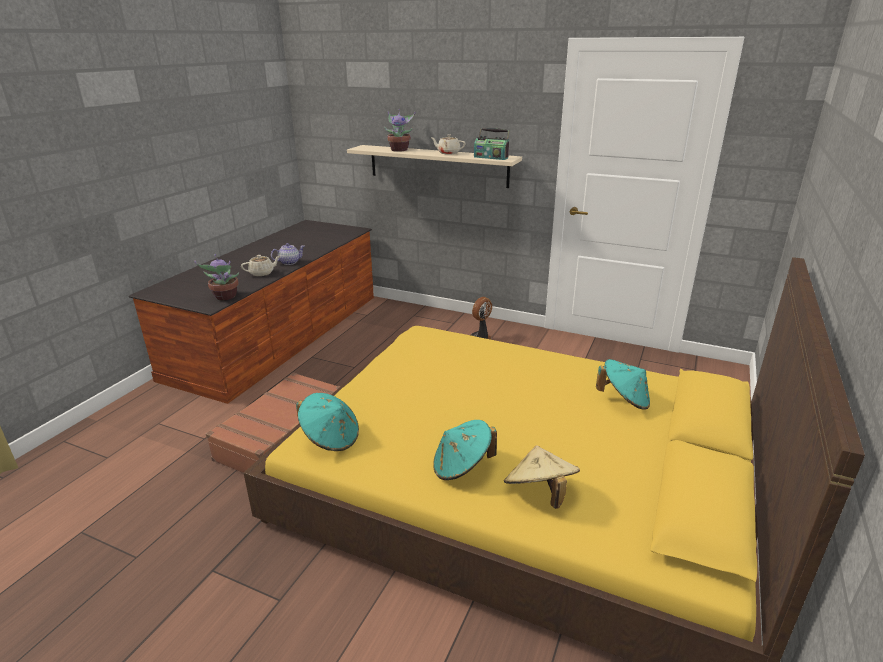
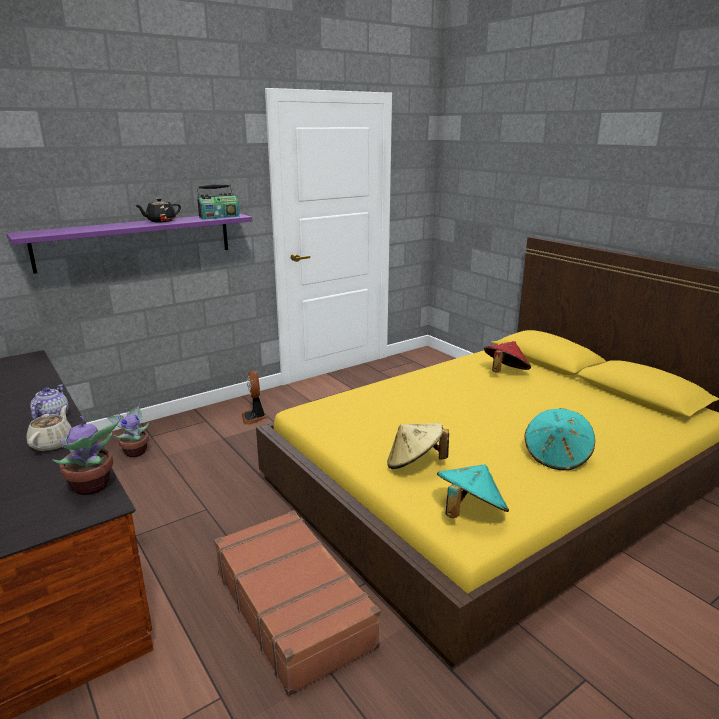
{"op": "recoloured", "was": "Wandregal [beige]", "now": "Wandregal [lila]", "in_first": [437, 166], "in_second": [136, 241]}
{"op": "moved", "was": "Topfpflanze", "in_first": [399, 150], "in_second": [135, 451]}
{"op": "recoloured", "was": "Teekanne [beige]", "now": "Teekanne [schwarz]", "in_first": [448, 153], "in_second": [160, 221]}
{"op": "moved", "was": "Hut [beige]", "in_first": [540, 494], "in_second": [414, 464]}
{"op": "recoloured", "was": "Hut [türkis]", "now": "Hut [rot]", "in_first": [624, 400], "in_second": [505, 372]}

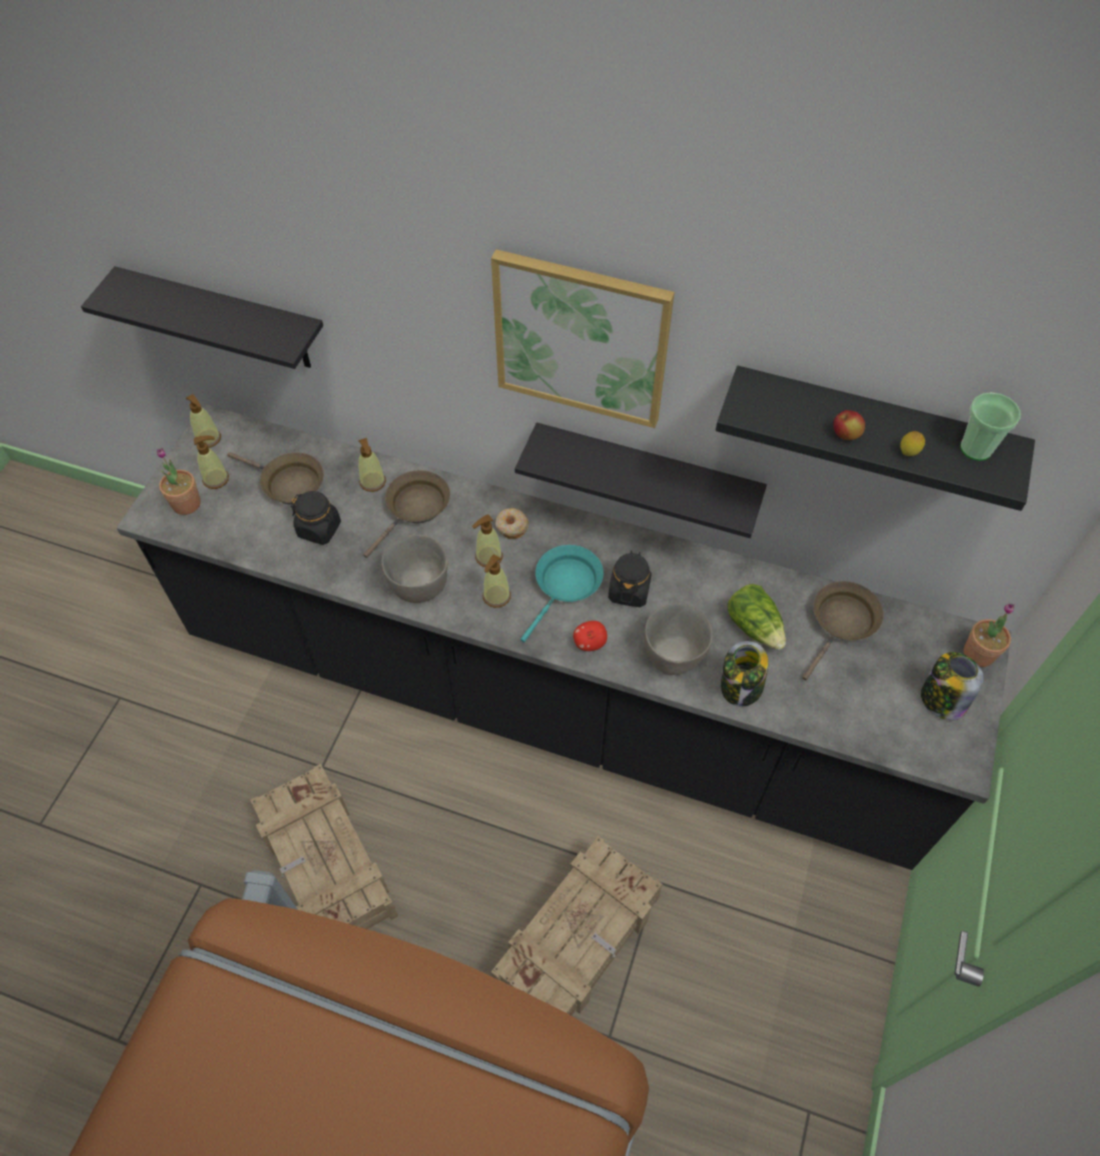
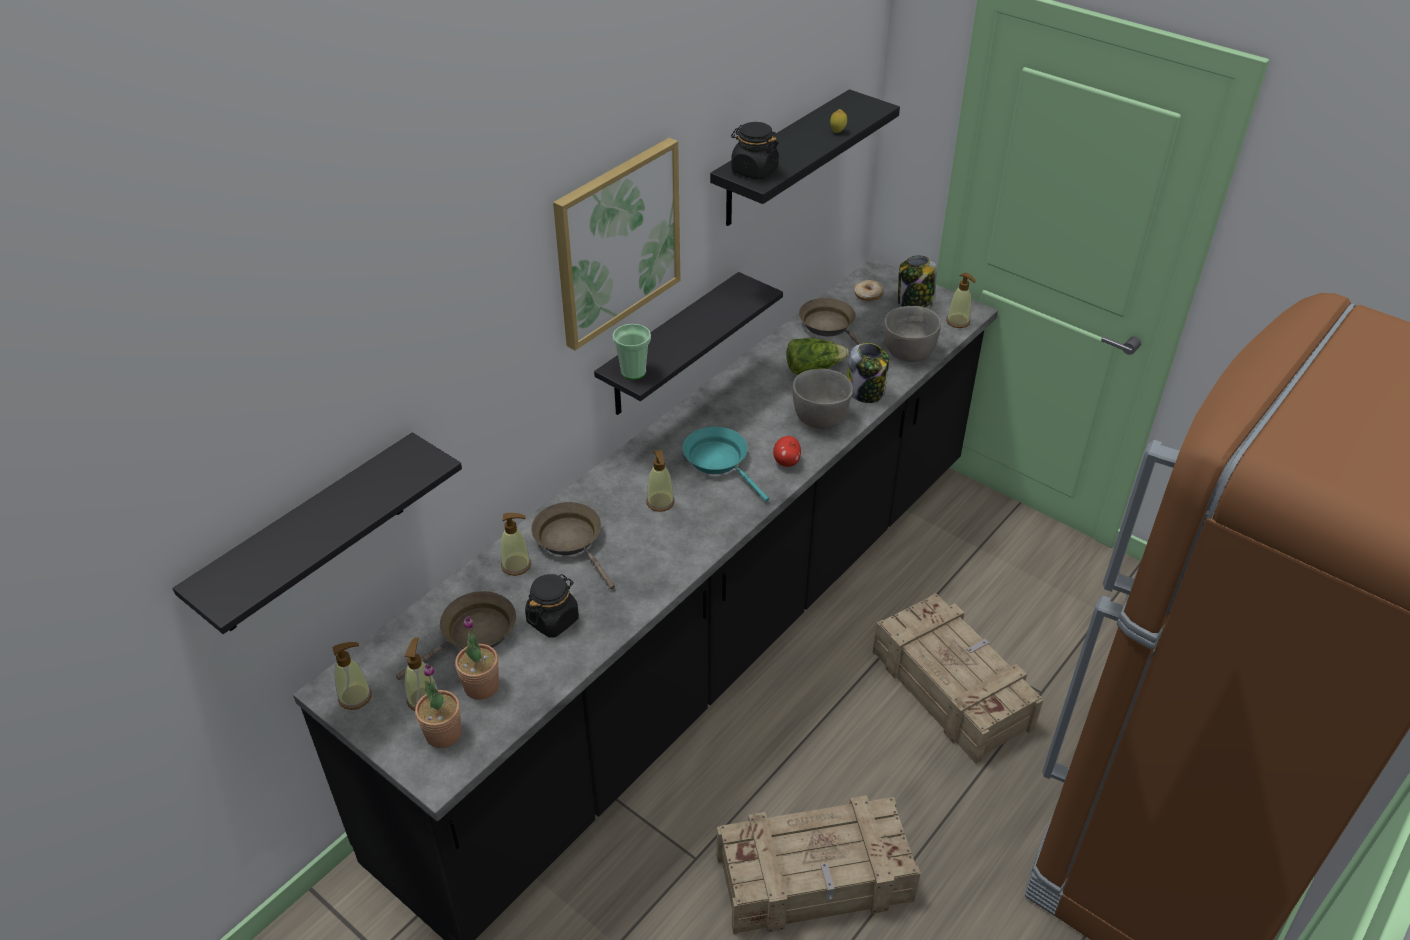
{"op": "moved", "was": "Topfpflanze", "in_first": [978, 653], "in_second": [481, 686]}
{"op": "moved", "was": "Tasse", "in_first": [976, 448], "in_second": [633, 372]}
{"op": "moved", "was": "Vorratsglas [schwarz]", "in_first": [629, 590], "in_second": [754, 170]}
{"op": "moved", "was": "Donut", "in_first": [511, 527], "in_second": [868, 295]}
{"op": "moved", "was": "Schüssel [grau]", "in_first": [418, 584], "in_second": [907, 353]}
{"op": "moved", "was": "Seifenspender", "in_first": [496, 596], "in_second": [958, 321]}
{"op": "removed", "was": "Apfel", "in_first": [845, 435]}

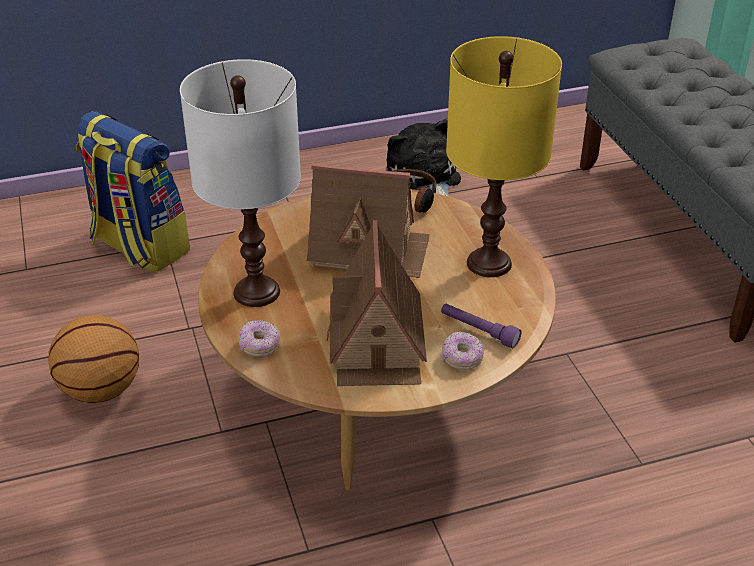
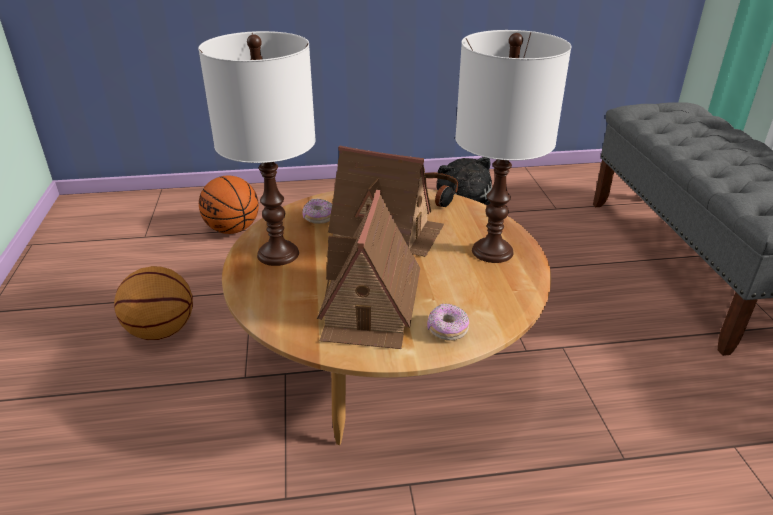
{"op": "replaced", "was": "Rucksack", "now": "Basketball", "in_first": [138, 247], "in_second": [232, 229]}
{"op": "moved", "was": "Donut", "in_first": [259, 346], "in_second": [318, 218]}
{"op": "recoloured", "was": "Tischlampe [gelb]", "now": "Tischlampe [weiß]", "in_first": [488, 263], "in_second": [491, 251]}
{"op": "removed", "was": "Taschenlampe [lila]", "in_first": [478, 331]}

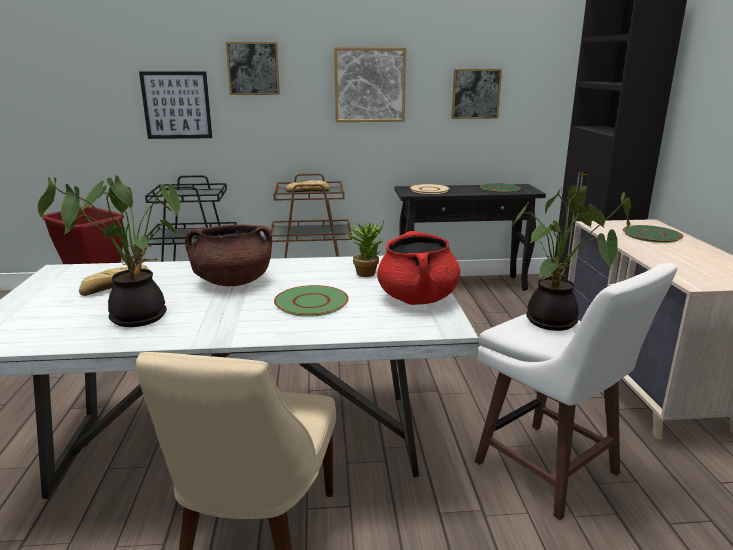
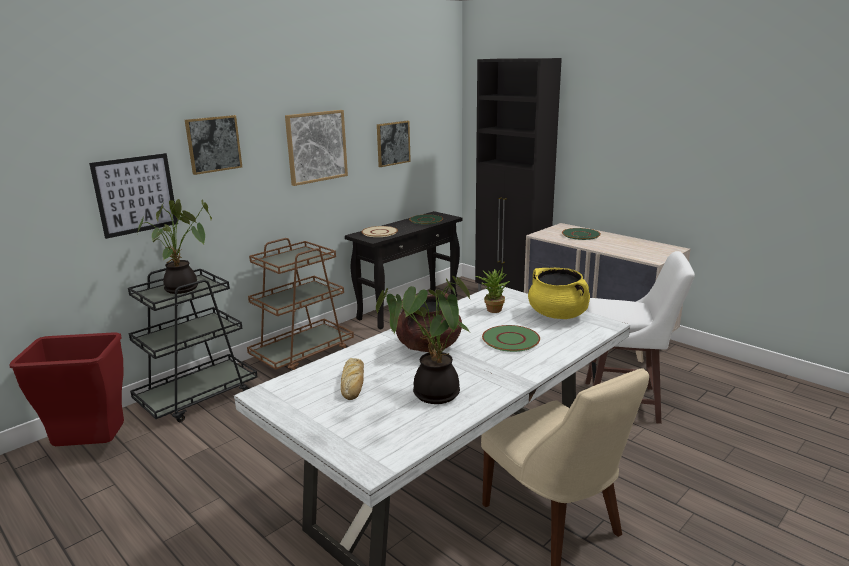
{"op": "moved", "was": "Topfpflanze", "in_first": [555, 323], "in_second": [184, 289]}
{"op": "recoloured", "was": "Kochtopf [rot]", "now": "Kochtopf [gelb]", "in_first": [417, 299], "in_second": [558, 315]}
{"op": "removed", "was": "Brot", "in_first": [308, 191]}

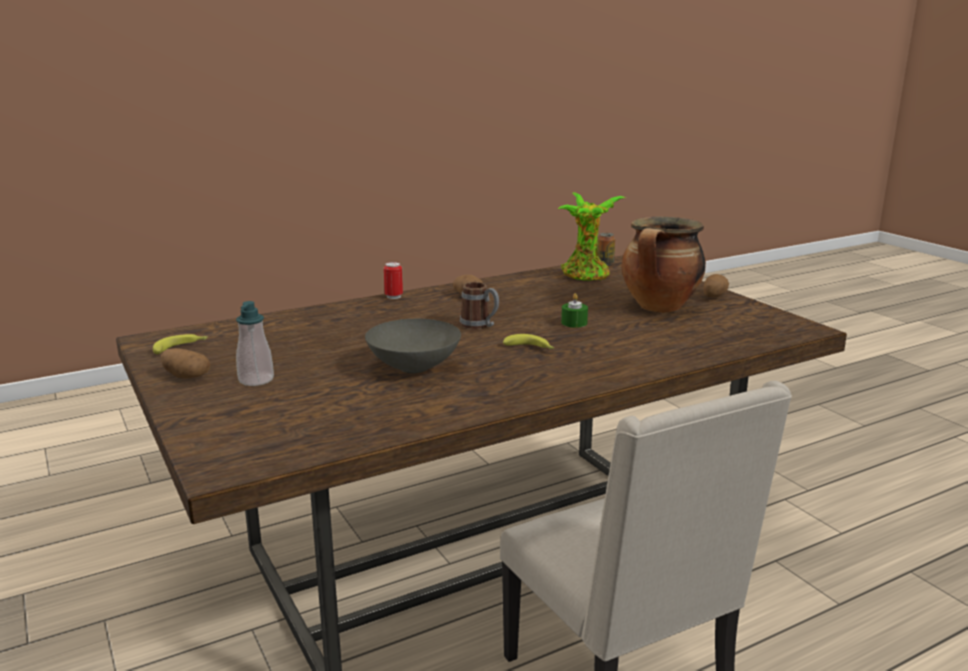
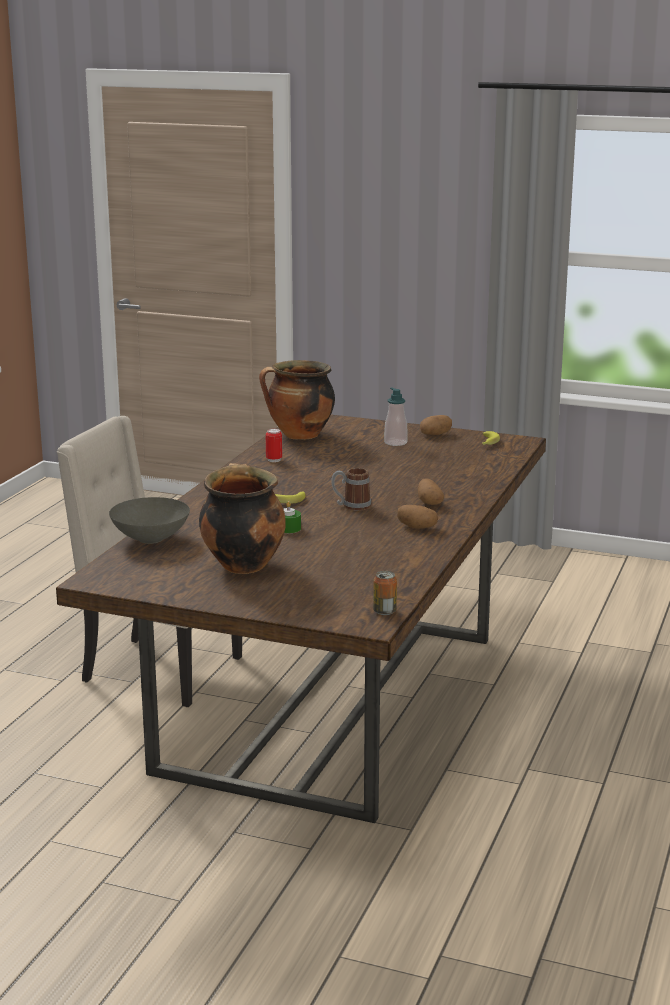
{"op": "moved", "was": "Schüssel [grau]", "in_first": [414, 367], "in_second": [151, 539]}
{"op": "added", "now": "Kochtopf", "in_second": [299, 436]}
{"op": "moved", "was": "Dose", "in_first": [394, 296], "in_second": [274, 460]}
{"op": "moved", "was": "Kartoffel", "in_first": [713, 296], "in_second": [429, 502]}
{"op": "removed", "was": "Topfpflanze", "in_first": [586, 276]}

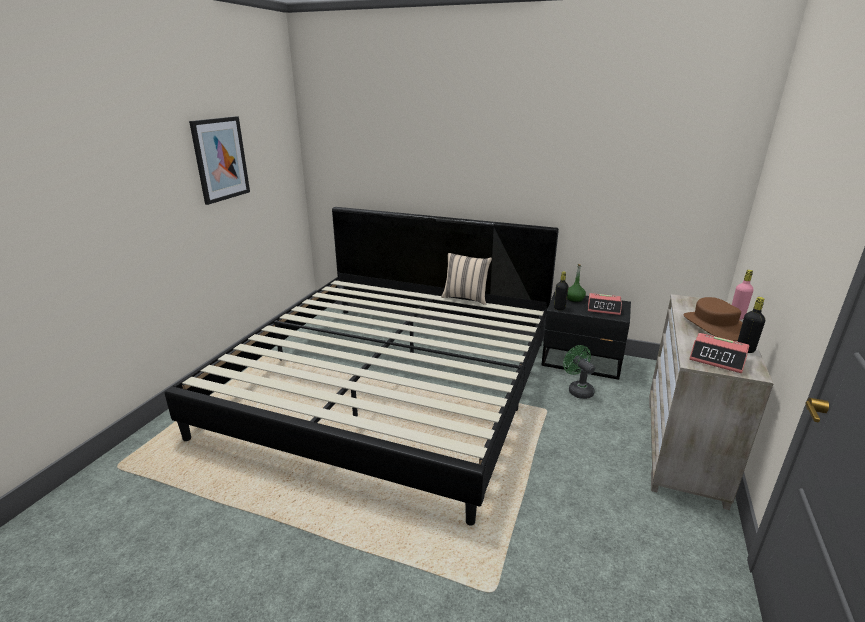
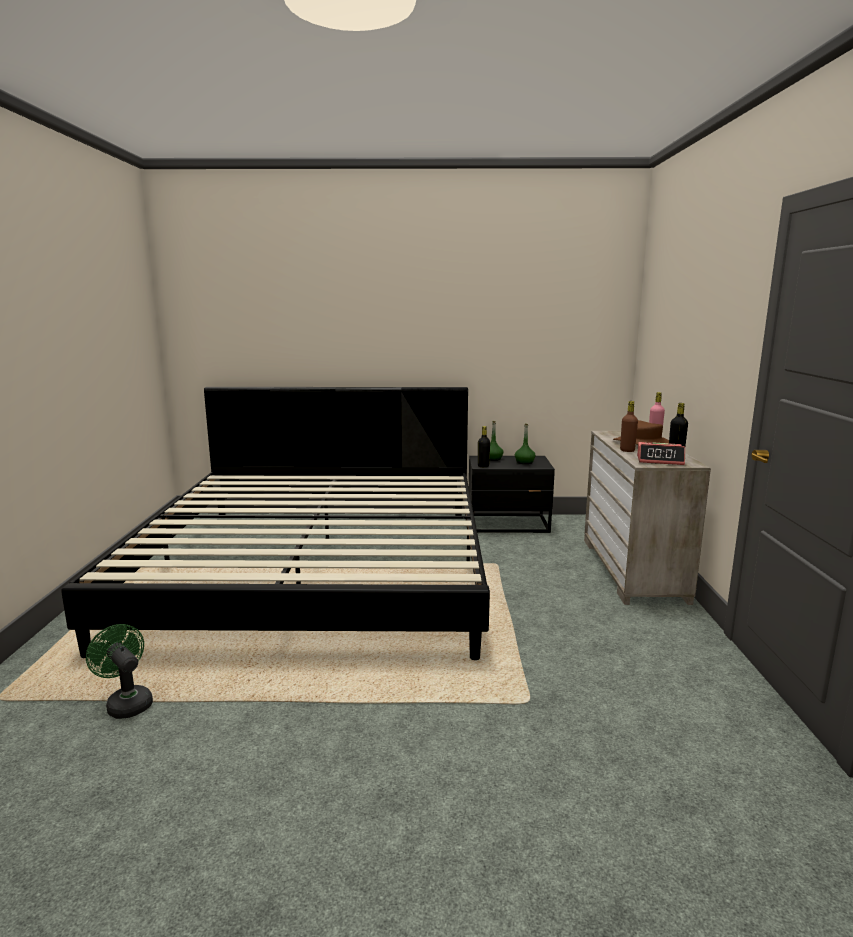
{"op": "moved", "was": "Ventilator [grün]", "in_first": [577, 390], "in_second": [126, 703]}
{"op": "replaced", "was": "Wecker", "now": "Flasche [grün]", "in_first": [604, 308], "in_second": [524, 462]}
{"op": "added", "now": "Flasche [braun]", "in_second": [627, 450]}
{"op": "removed", "was": "Bild", "in_first": [220, 159]}
{"op": "removed", "was": "Kissen [beige]", "in_first": [466, 298]}

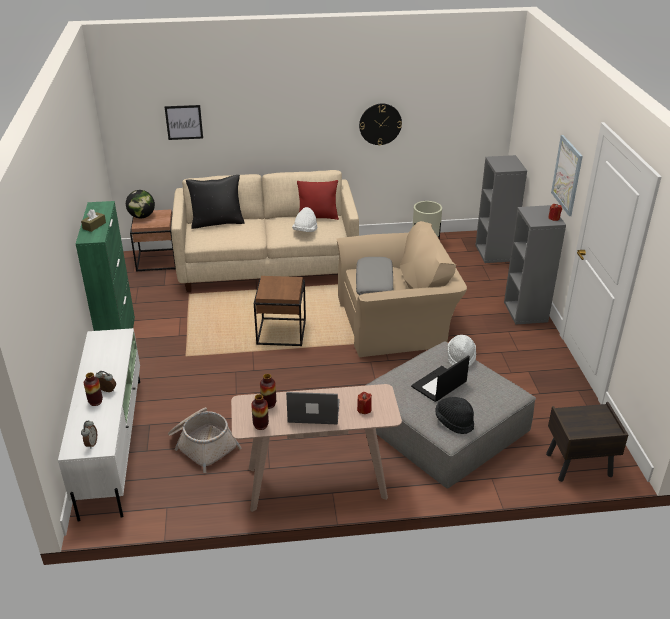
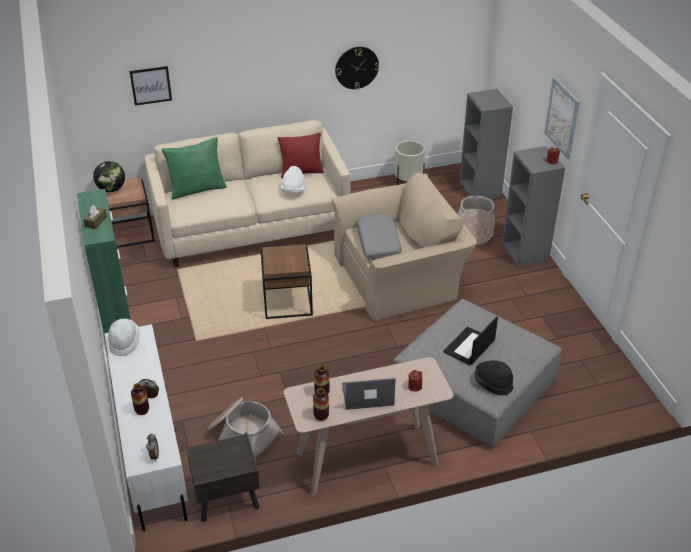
{"op": "moved", "was": "Hut [weiß]", "in_first": [461, 358], "in_second": [124, 343]}
{"op": "recoloured", "was": "Kissen [schwarz]", "now": "Kissen [grün]", "in_first": [217, 222], "in_second": [197, 189]}
{"op": "moved", "was": "Nachttisch [braun]", "in_first": [578, 465], "in_second": [226, 499]}
{"op": "added", "now": "Korb", "in_second": [474, 229]}

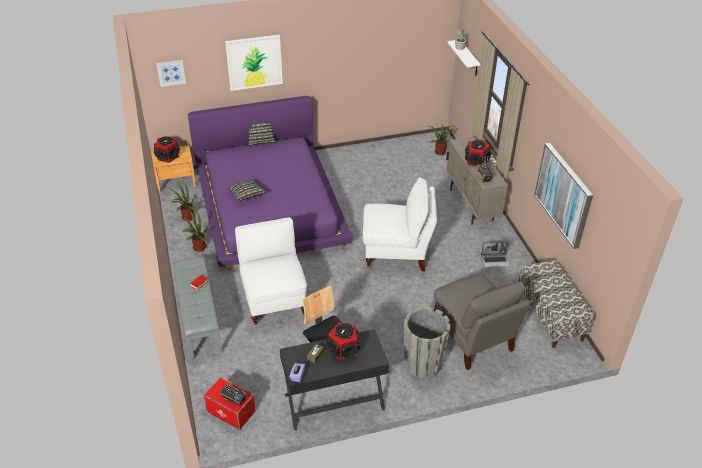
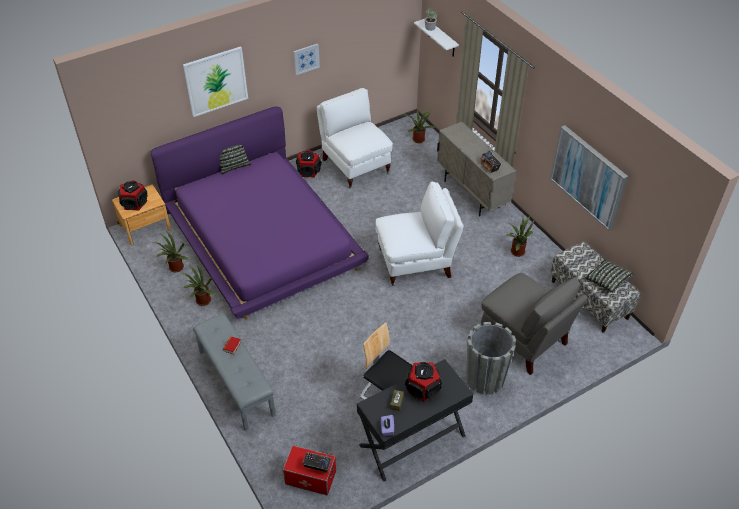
{"op": "moved", "was": "Bild", "in_first": [171, 72], "in_second": [306, 59]}
{"op": "moved", "was": "Lautsprecher", "in_first": [476, 161], "in_second": [309, 171]}
{"op": "moved", "was": "Sessel [weiß]", "in_first": [273, 299], "in_second": [355, 166]}
{"op": "replaced", "was": "Laptop", "now": "Topfpflanze", "in_first": [495, 261], "in_second": [516, 251]}
{"op": "moved", "was": "Kissen", "in_first": [247, 195], "in_second": [607, 281]}

